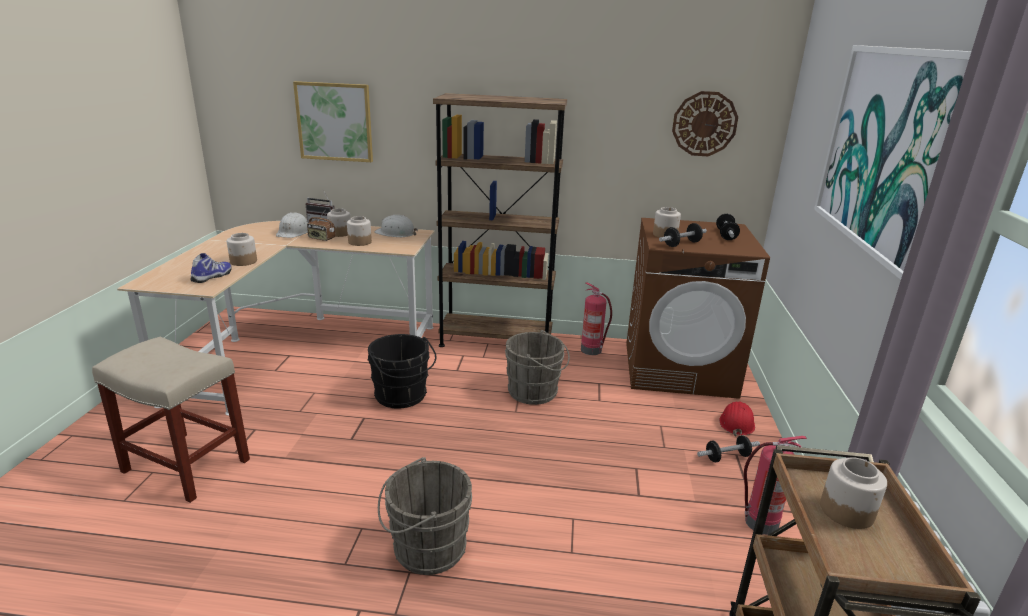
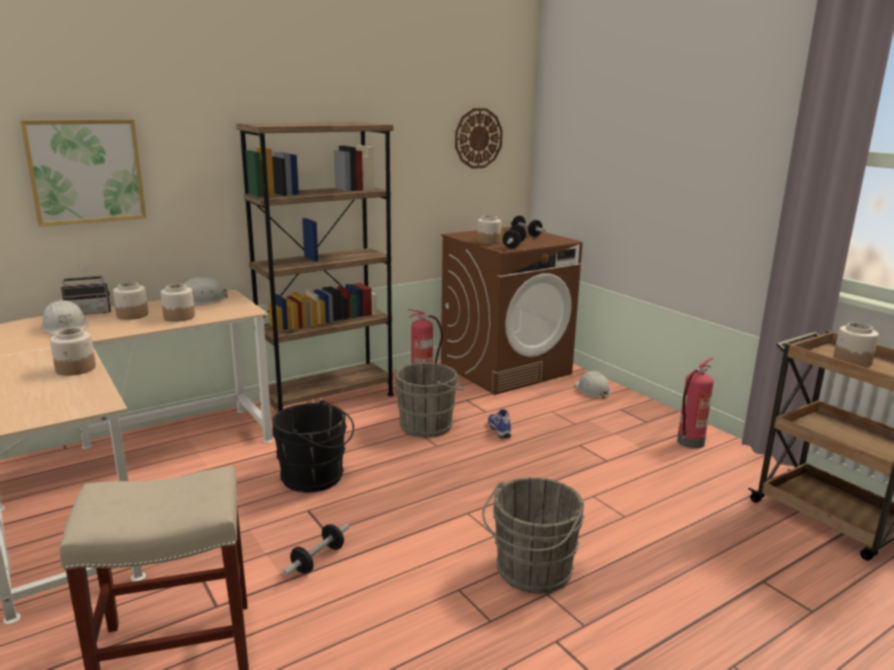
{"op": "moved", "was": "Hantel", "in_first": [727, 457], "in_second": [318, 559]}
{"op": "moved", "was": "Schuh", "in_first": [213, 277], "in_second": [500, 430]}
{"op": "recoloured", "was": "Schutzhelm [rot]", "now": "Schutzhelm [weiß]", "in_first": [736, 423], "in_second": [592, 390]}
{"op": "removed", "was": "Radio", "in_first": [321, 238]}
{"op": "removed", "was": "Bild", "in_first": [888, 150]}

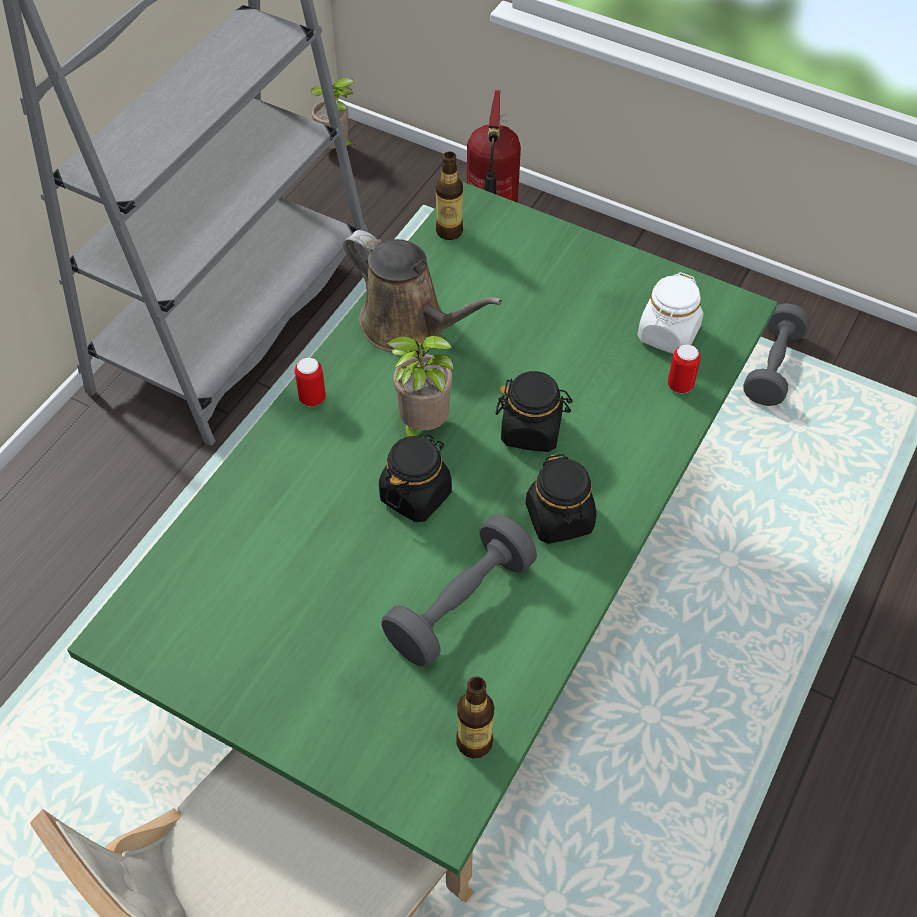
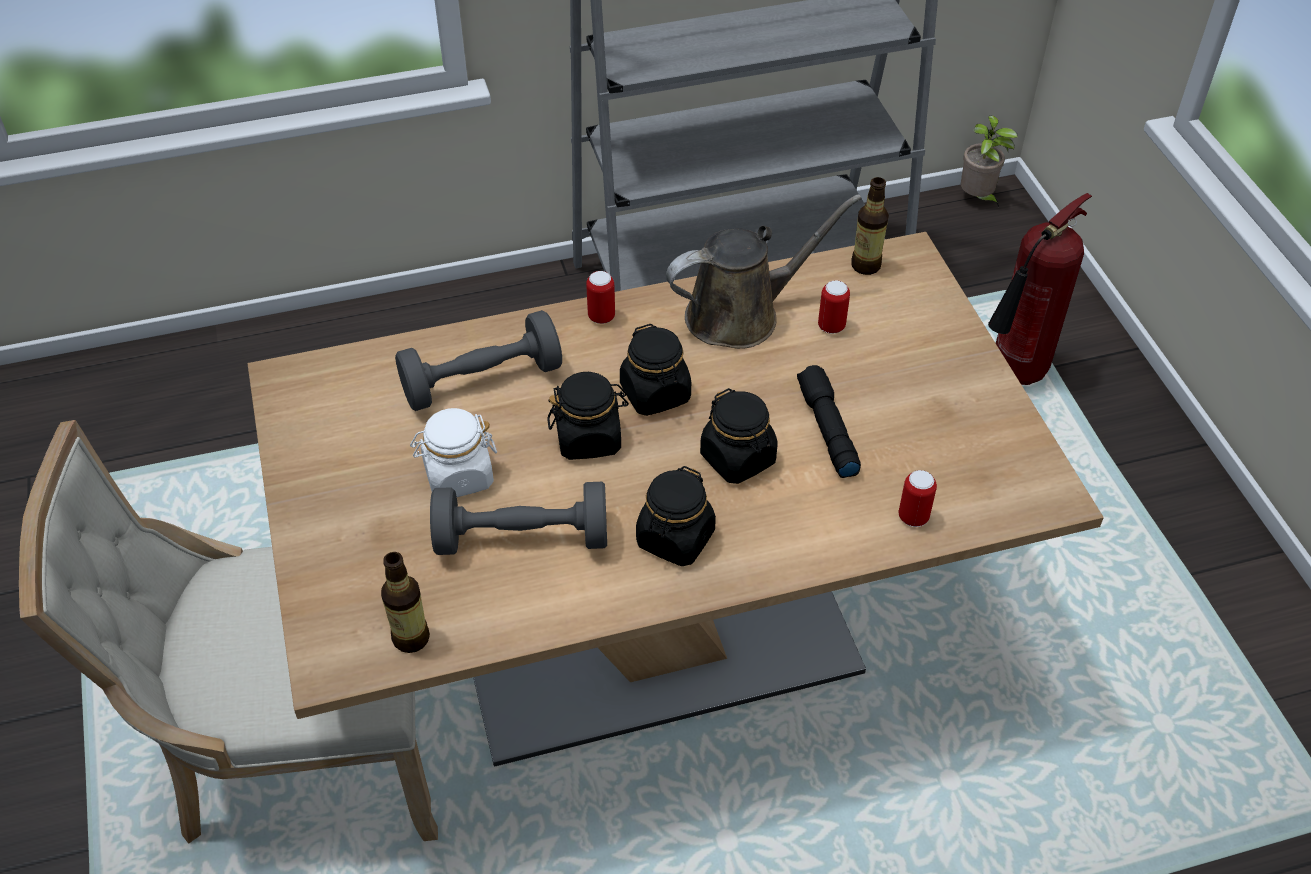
{"op": "recoloured", "was": "Esstisch [grün]", "now": "Esstisch [braun]", "in_first": [457, 621], "in_second": [655, 635]}
{"op": "moved", "was": "Hantel [grau]", "in_first": [772, 367], "in_second": [482, 381]}
{"op": "moved", "was": "Vorratsglas [weiß]", "in_first": [668, 334], "in_second": [458, 476]}
{"op": "replaced", "was": "Topfpflanze", "now": "Vorratsglas [schwarz]", "in_first": [421, 427], "in_second": [655, 393]}
{"op": "turned", "was": "Gießkanne [braun]", "in_first": [409, 325], "in_second": [741, 314], "clockwise": -105}
{"op": "added", "now": "Taschenlampe [schwarz]", "in_second": [826, 429]}
{"op": "added", "now": "Dose", "in_second": [831, 326]}

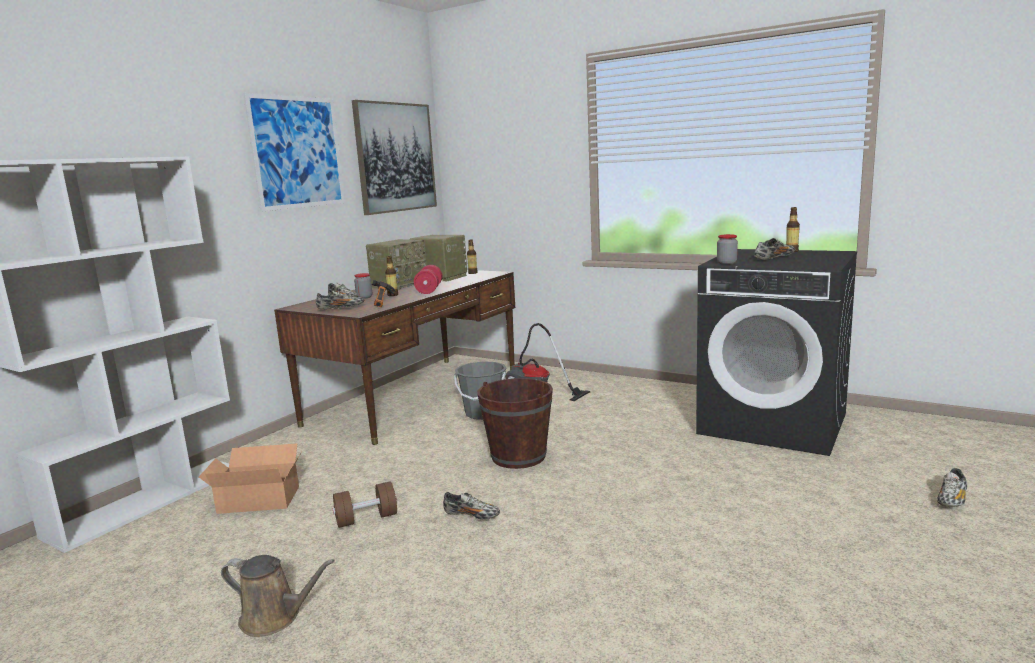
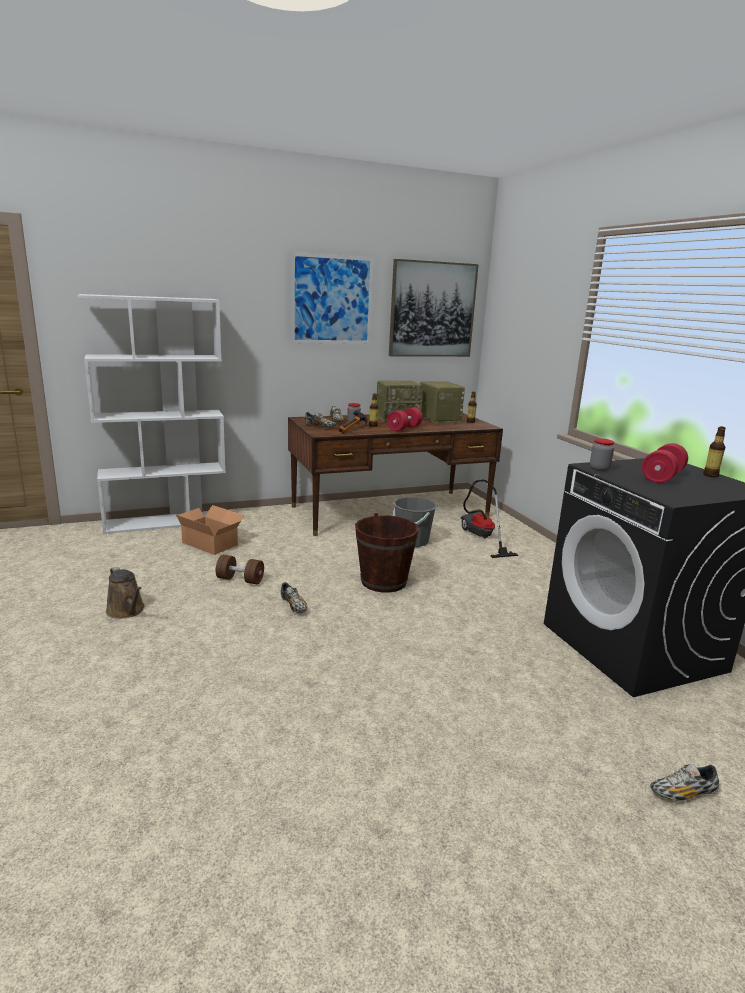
{"op": "replaced", "was": "Schuh", "now": "Hantel [rot]", "in_first": [774, 258], "in_second": [662, 477]}

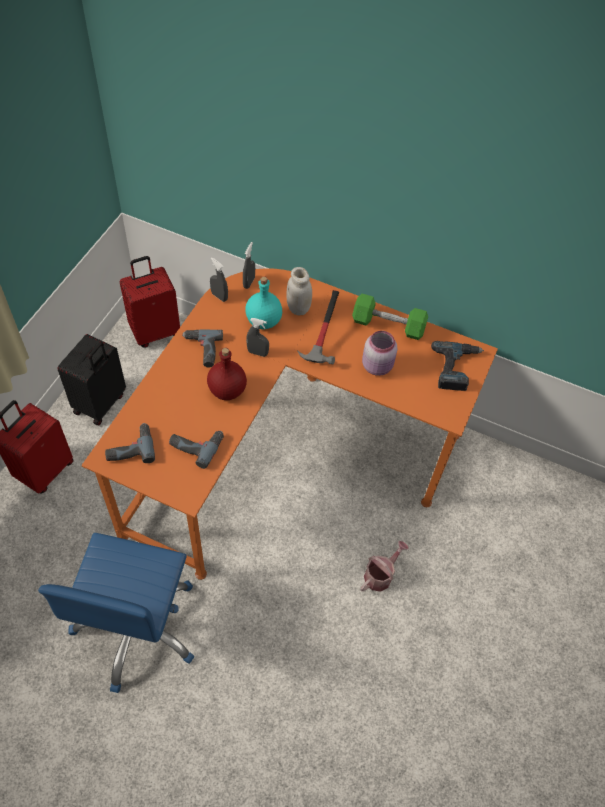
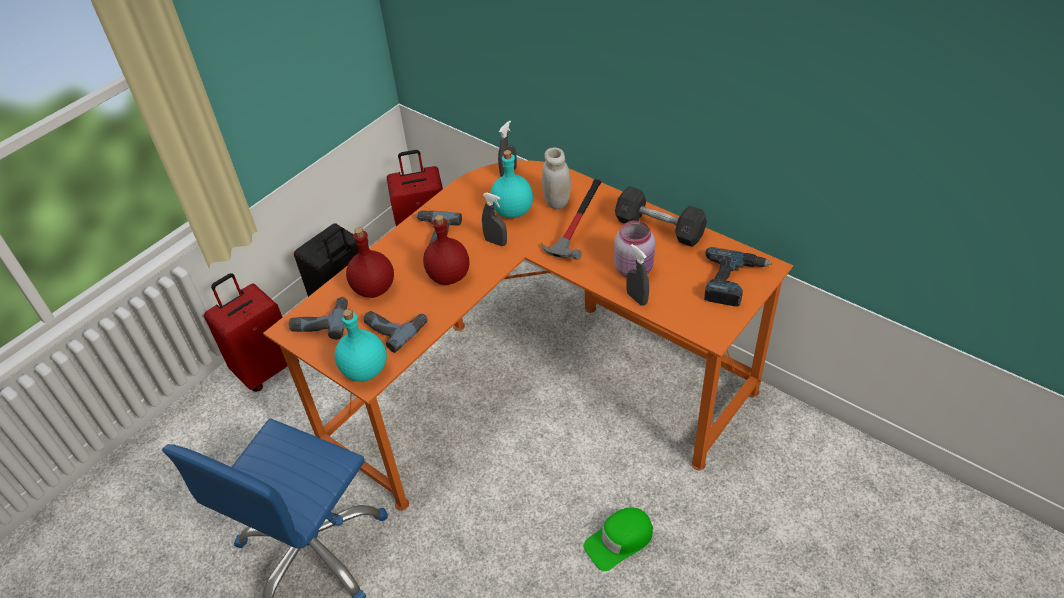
{"op": "added", "now": "Flasche [türkis]", "in_second": [364, 371]}
{"op": "added", "now": "Flasche [rot]", "in_second": [373, 289]}
{"op": "replaced", "was": "Gießkanne", "now": "Kappe [grün]", "in_first": [380, 575], "in_second": [619, 541]}
{"op": "recoloured", "was": "Hantel [grün]", "now": "Hantel [grau]", "in_first": [388, 325], "in_second": [659, 228]}
{"op": "moved", "was": "Sprühflasche [grau]", "in_first": [219, 296], "in_second": [636, 298]}

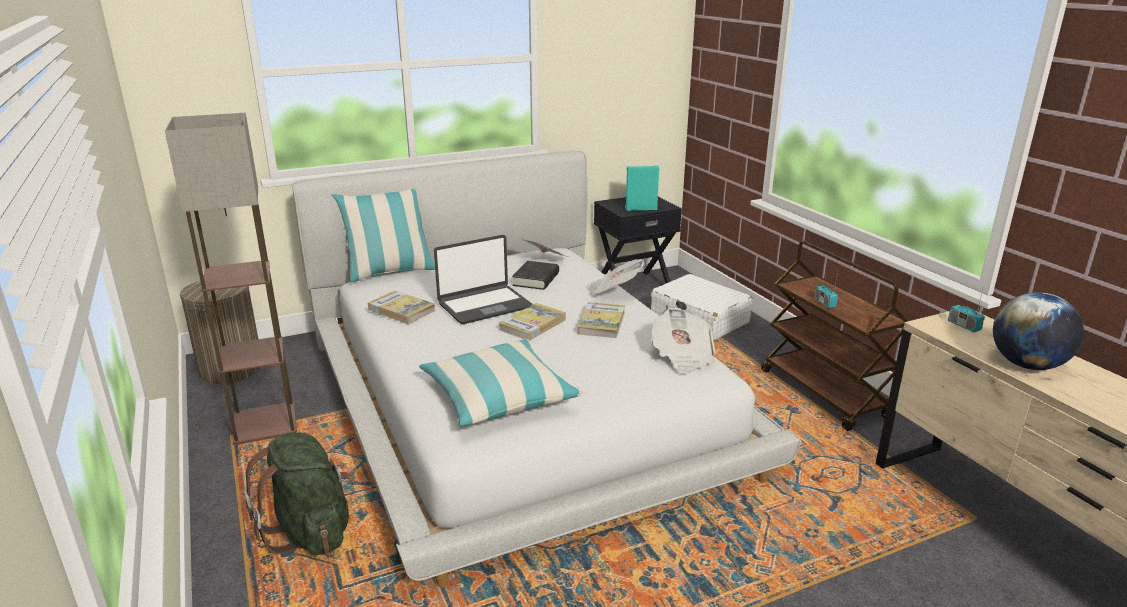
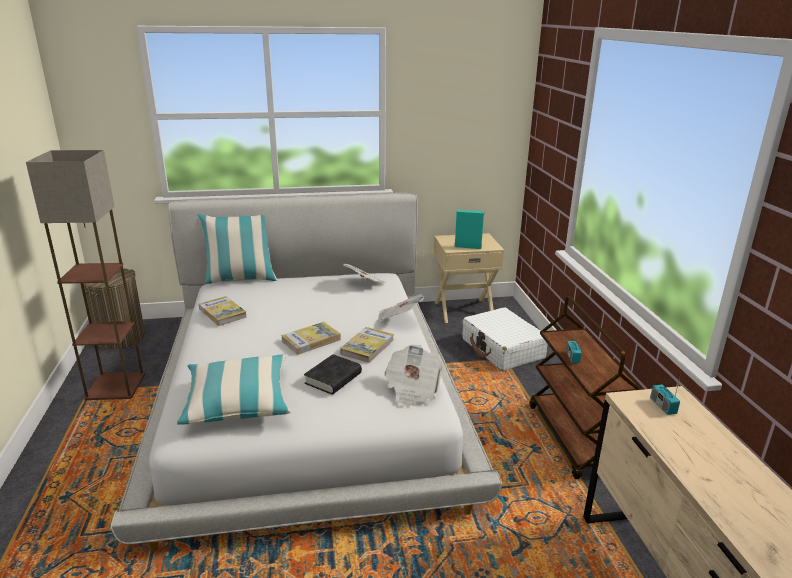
{"op": "moved", "was": "Buch [schwarz]", "in_first": [536, 279], "in_second": [333, 378]}
{"op": "recoloured", "was": "Nachttisch [schwarz]", "now": "Nachttisch [beige]", "in_first": [633, 285], "in_second": [463, 310]}
{"op": "removed", "was": "Rucksack [grün]", "in_first": [310, 531]}
{"op": "removed", "was": "Laptop", "in_first": [484, 305]}
{"op": "removed", "was": "Globus", "in_first": [1027, 365]}

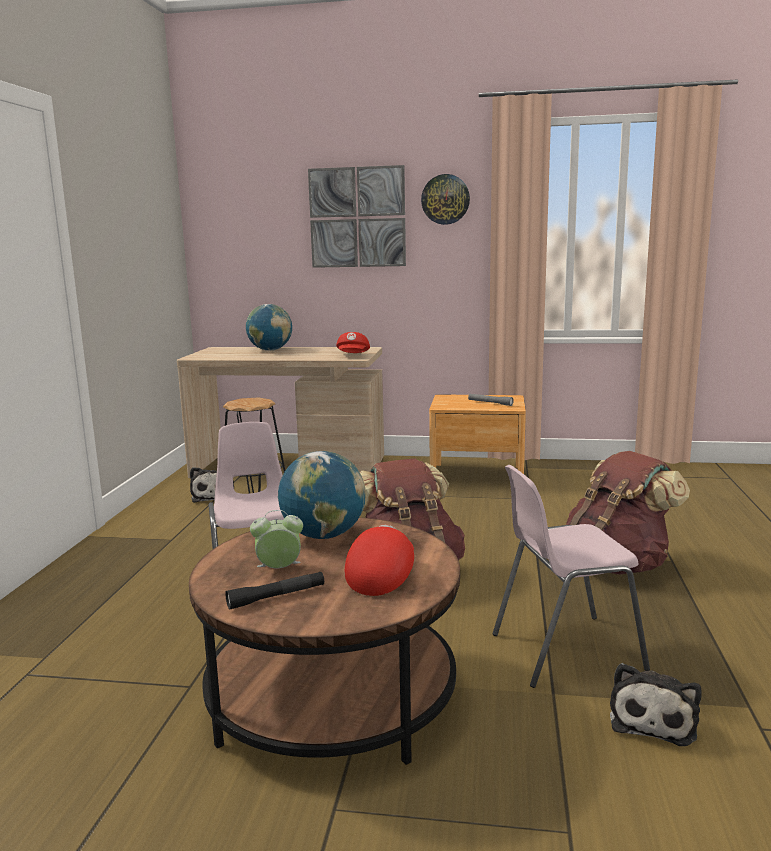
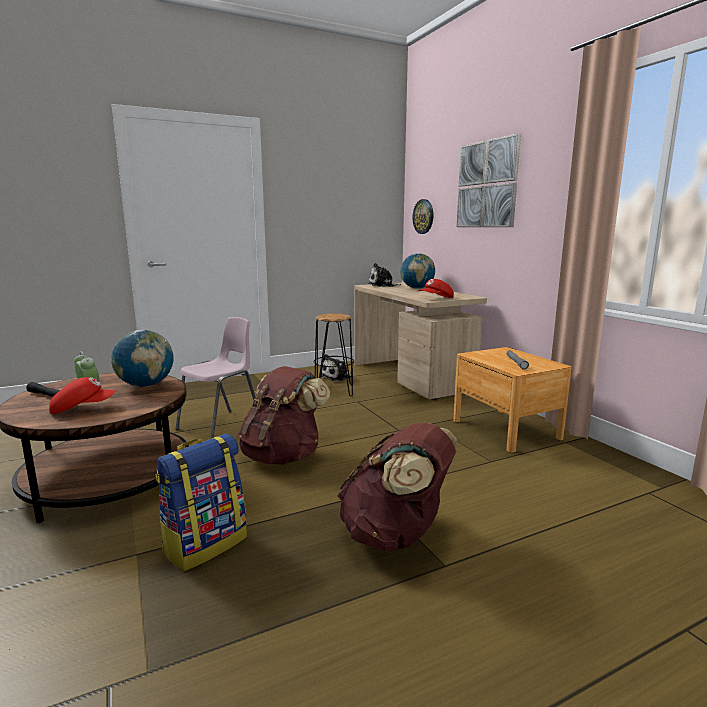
{"op": "replaced", "was": "Stuhl [rosa]", "now": "Rucksack", "in_first": [564, 650], "in_second": [205, 544]}
{"op": "moved", "was": "Plüschtier", "in_first": [653, 719], "in_second": [383, 285]}
{"op": "moved", "was": "Wanduhr", "in_first": [445, 199], "in_second": [423, 216]}

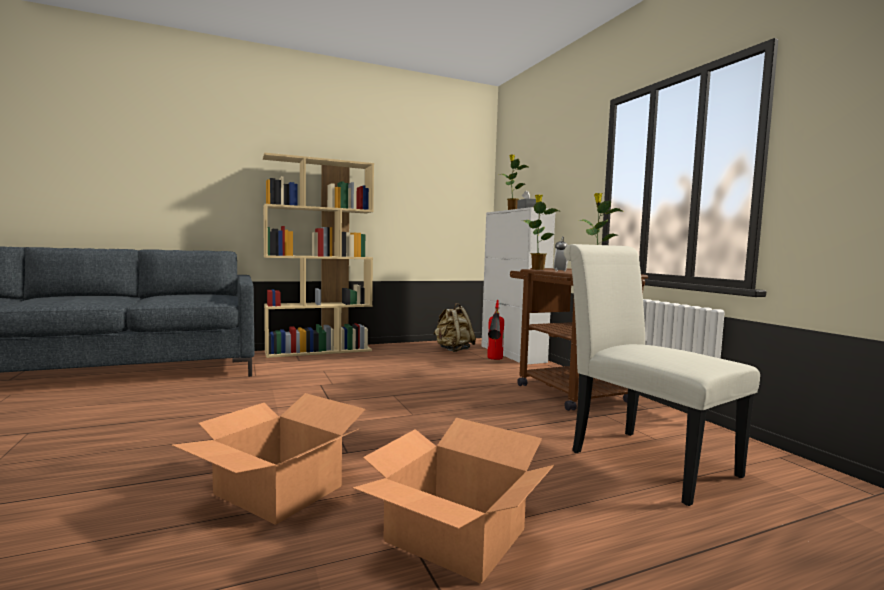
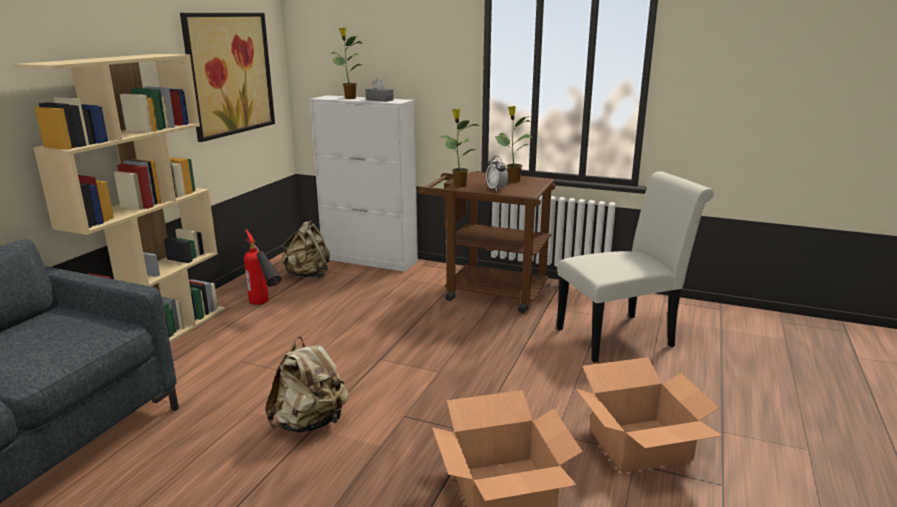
{"op": "added", "now": "Bild", "in_second": [229, 74]}
{"op": "moved", "was": "Feuerlöscher", "in_first": [494, 361], "in_second": [265, 307]}
{"op": "added", "now": "Rucksack [beige]", "in_second": [310, 423]}
{"op": "turned", "was": "Stuhl [weiß]", "in_first": [643, 459], "in_second": [621, 336], "clockwise": 150}

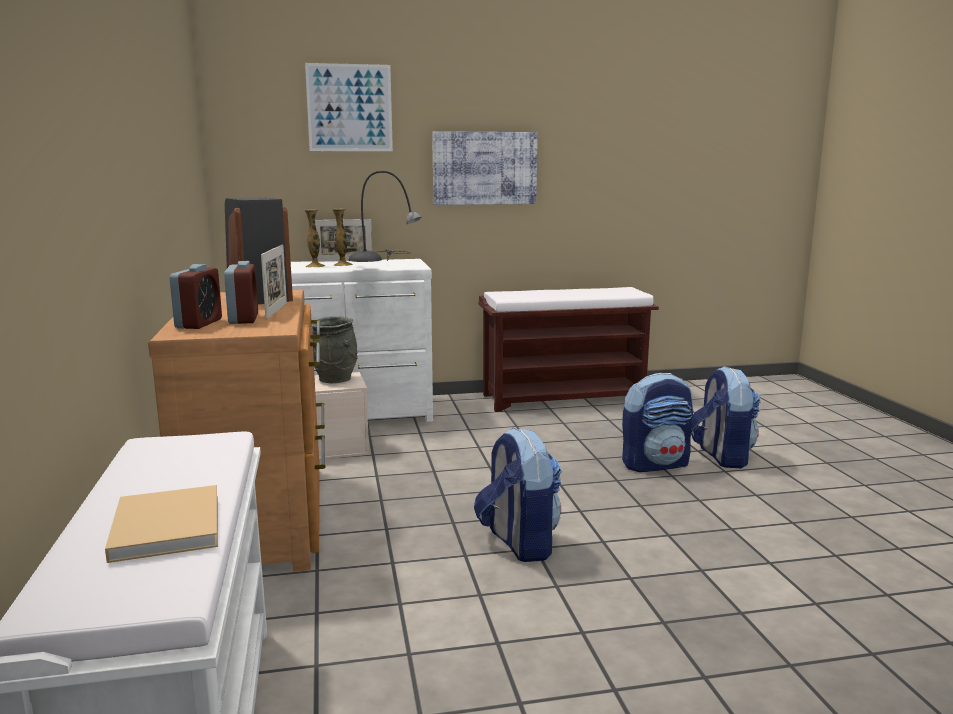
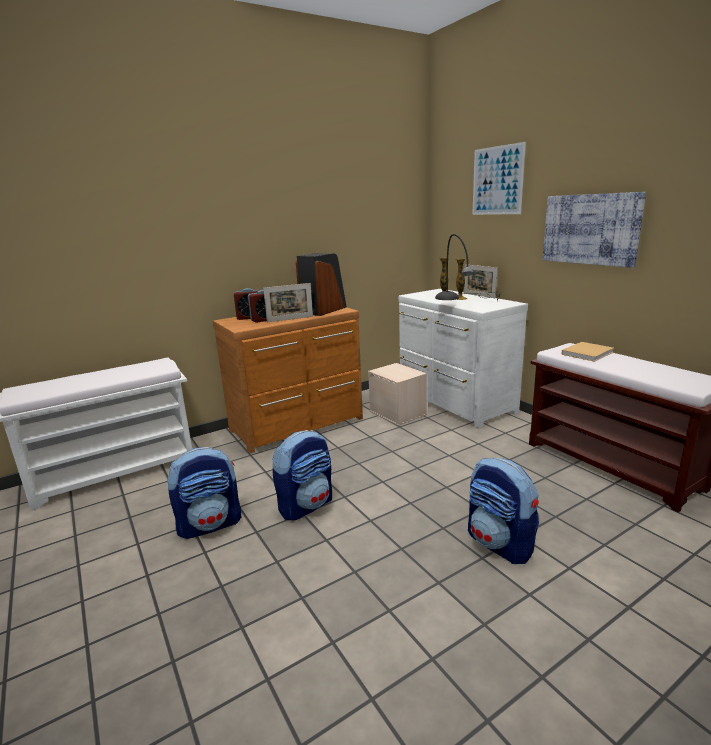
{"op": "moved", "was": "Rucksack", "in_first": [721, 456], "in_second": [210, 524]}
{"op": "moved", "was": "Buch [beige]", "in_first": [167, 525], "in_second": [588, 353]}
{"op": "removed", "was": "Vase [grau]", "in_first": [335, 379]}

